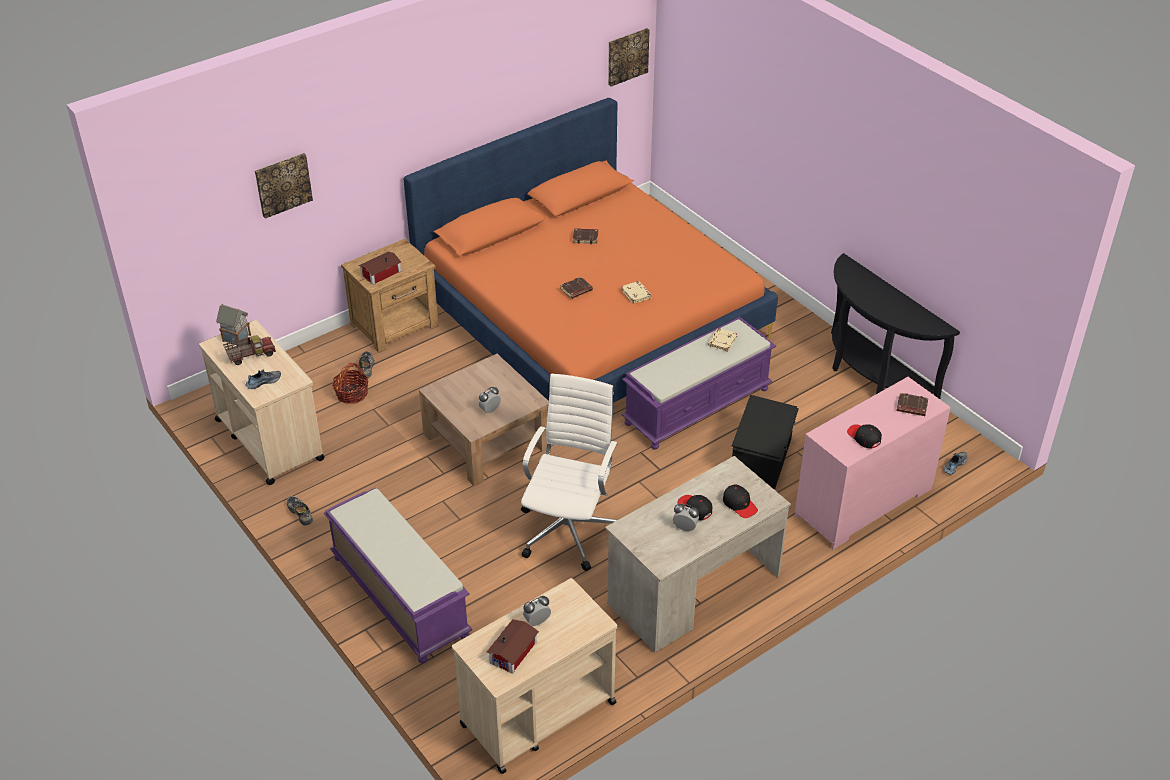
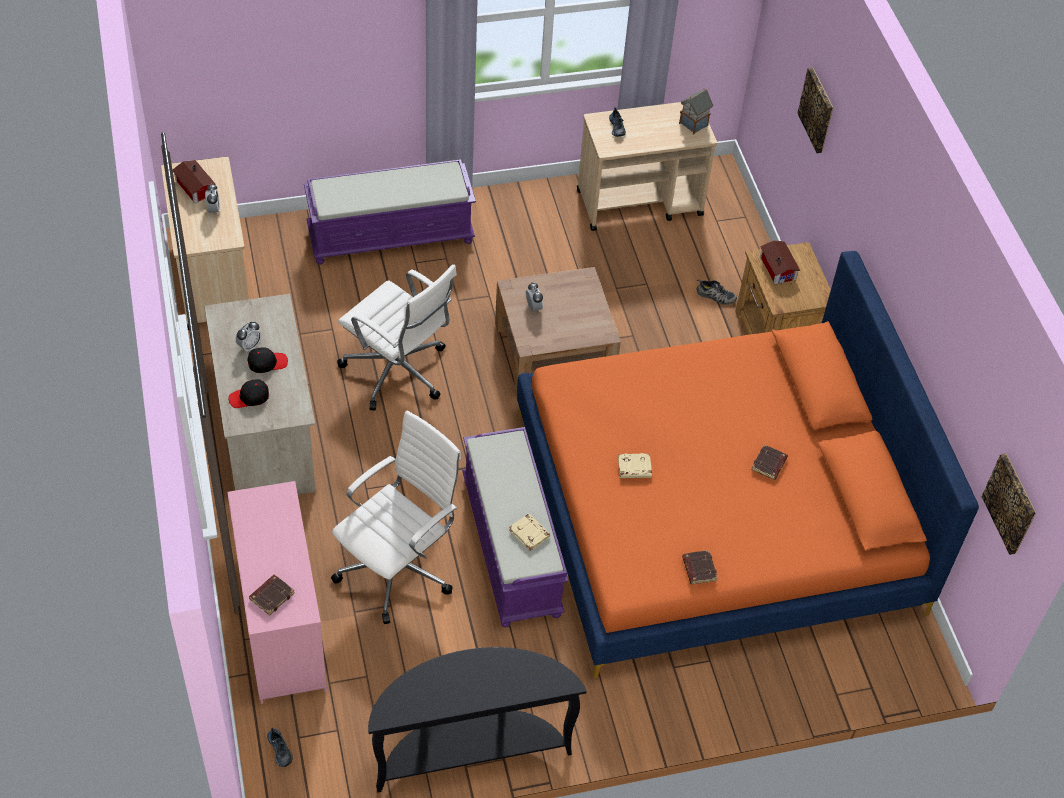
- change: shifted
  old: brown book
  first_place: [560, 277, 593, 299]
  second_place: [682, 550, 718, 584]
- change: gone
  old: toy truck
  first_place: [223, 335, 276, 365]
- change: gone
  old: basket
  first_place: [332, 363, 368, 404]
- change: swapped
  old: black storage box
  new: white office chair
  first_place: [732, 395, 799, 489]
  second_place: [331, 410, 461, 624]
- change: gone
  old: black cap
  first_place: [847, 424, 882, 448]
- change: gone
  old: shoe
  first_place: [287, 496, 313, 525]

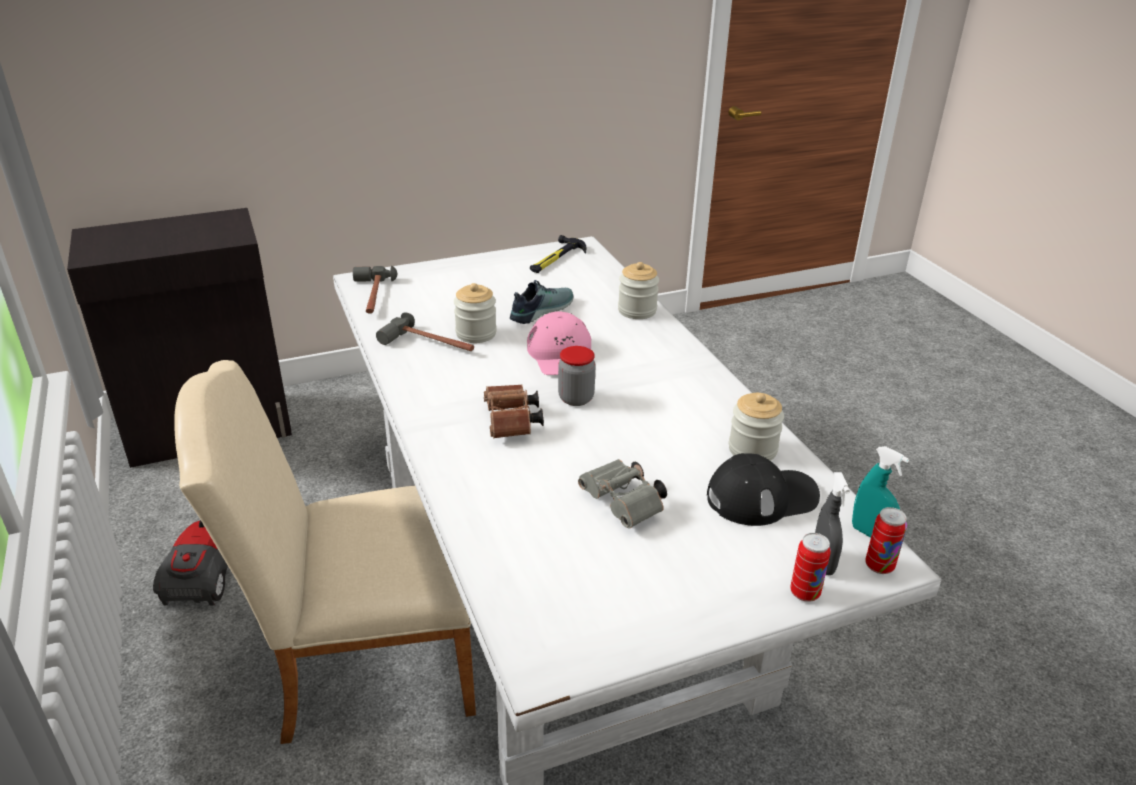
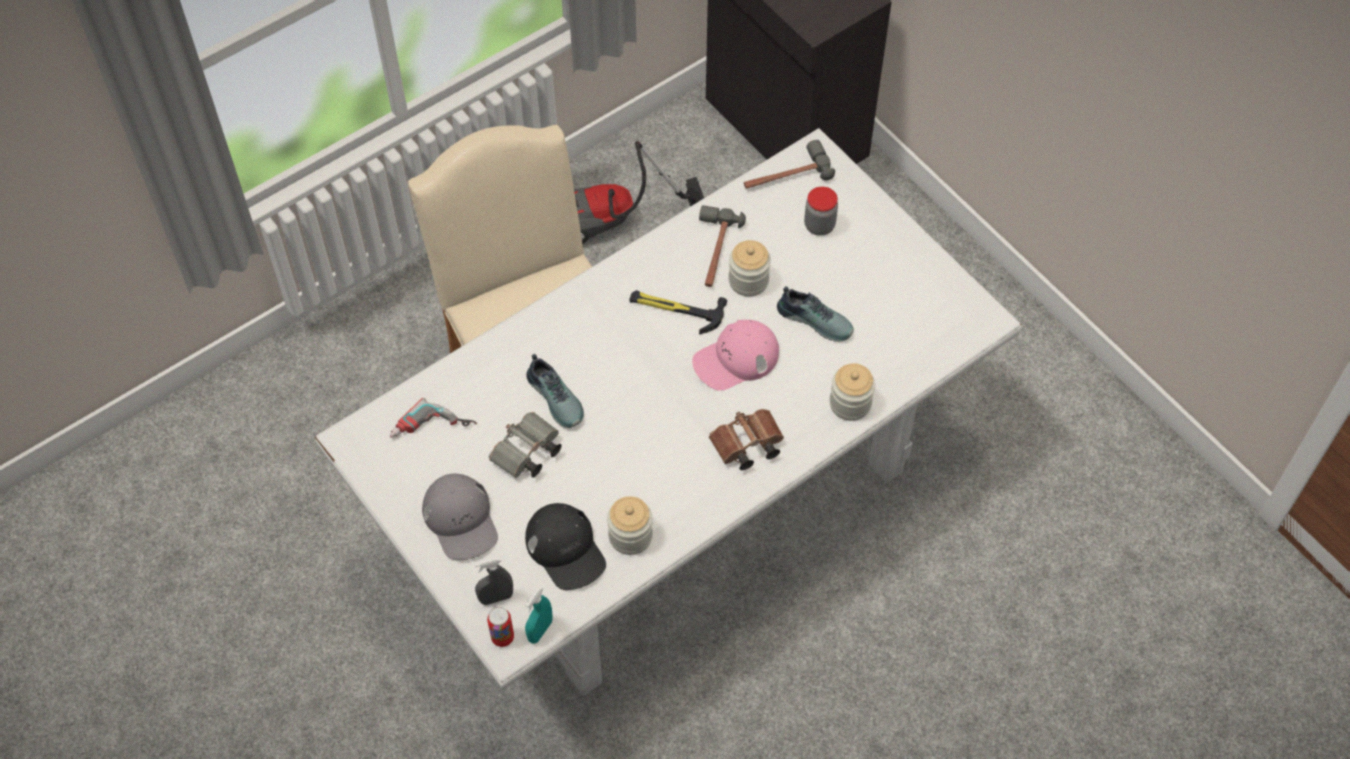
- change: shifted
  old: hammer
  first_place: [530, 235, 586, 273]
  second_place: [630, 290, 727, 334]
- change: shifted
  old: jar
  first_place: [558, 346, 596, 406]
  second_place: [804, 187, 838, 236]
- change: shifted
  old: brown binoculars
  first_place: [484, 384, 544, 438]
  second_place: [709, 409, 784, 470]
- change: gone
  old: can
  first_place: [790, 533, 831, 602]
- change: new
  new: shoe
  second_place: [527, 354, 584, 428]
- change: new
  new: power drill
  second_place: [390, 398, 477, 438]
- change: new
  new: grey cap
  second_place: [422, 474, 498, 560]

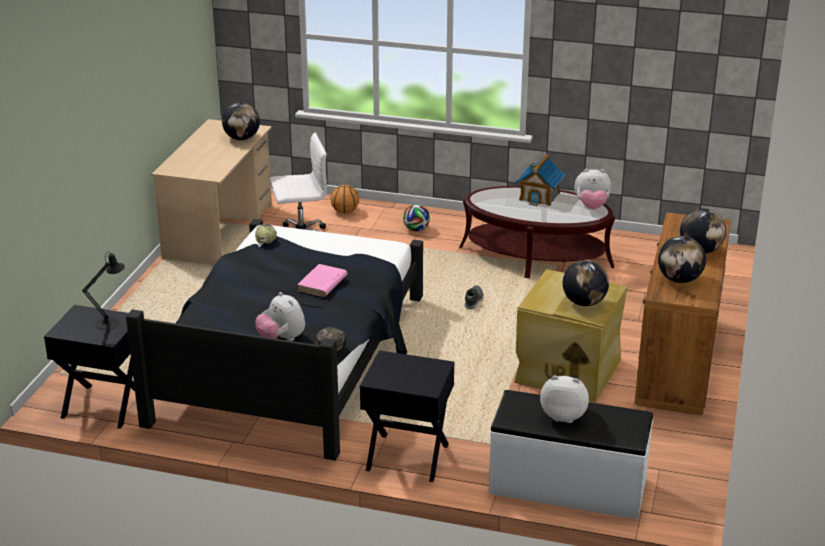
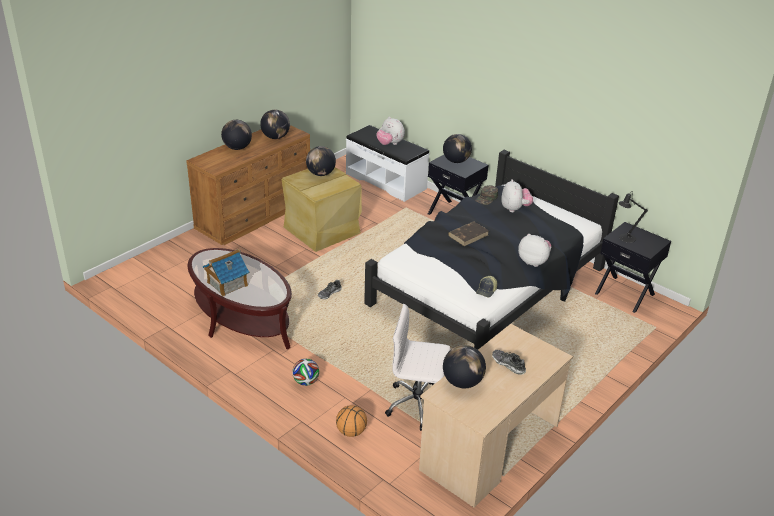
- change: shifted
  old: plush toy
  first_place: [574, 169, 611, 209]
  second_place: [518, 234, 551, 267]
- change: repainted
  old: pink book
  new: brown book
  first_place: [297, 264, 348, 297]
  second_place: [448, 221, 489, 246]
- change: new
  new: globe
  second_place: [443, 134, 472, 163]
- change: new
  new: shoe
  second_place: [492, 350, 526, 375]

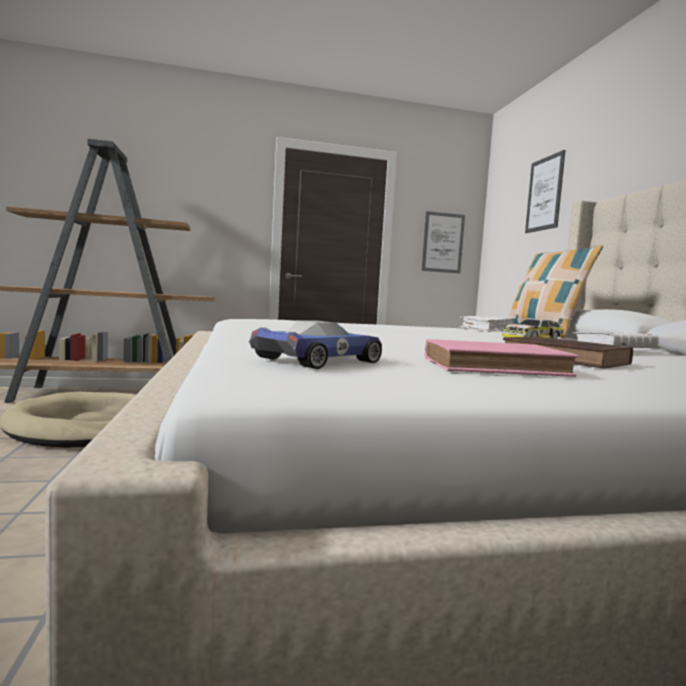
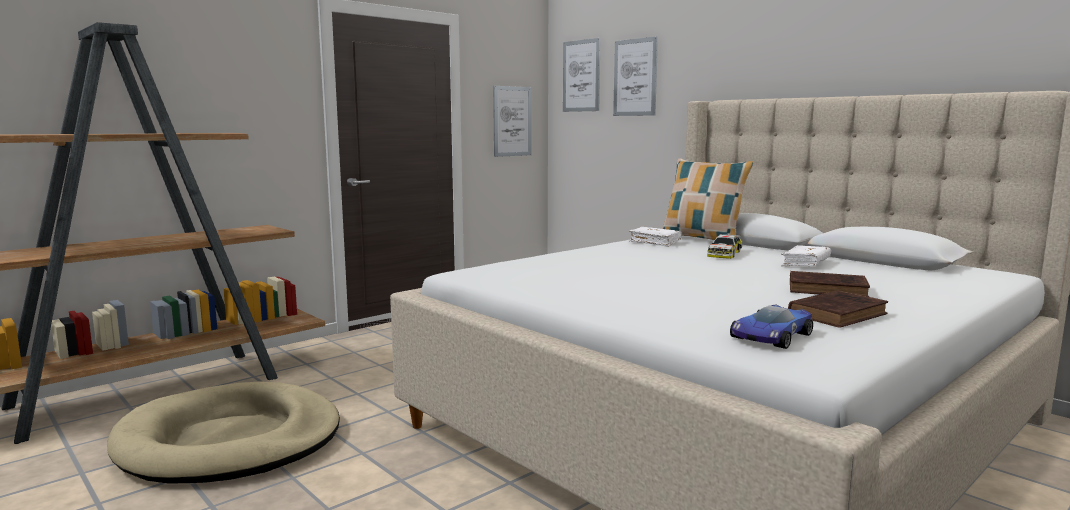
- change: rotated
  old: toy car
  first_place: [249, 320, 382, 369]
  second_place: [730, 304, 813, 349]
  degrees: -150
- change: repainted
  old: pink book
  new: brown book
  first_place: [425, 339, 578, 377]
  second_place: [788, 290, 888, 328]
- change: new
  new: picture
  second_place: [563, 38, 600, 112]

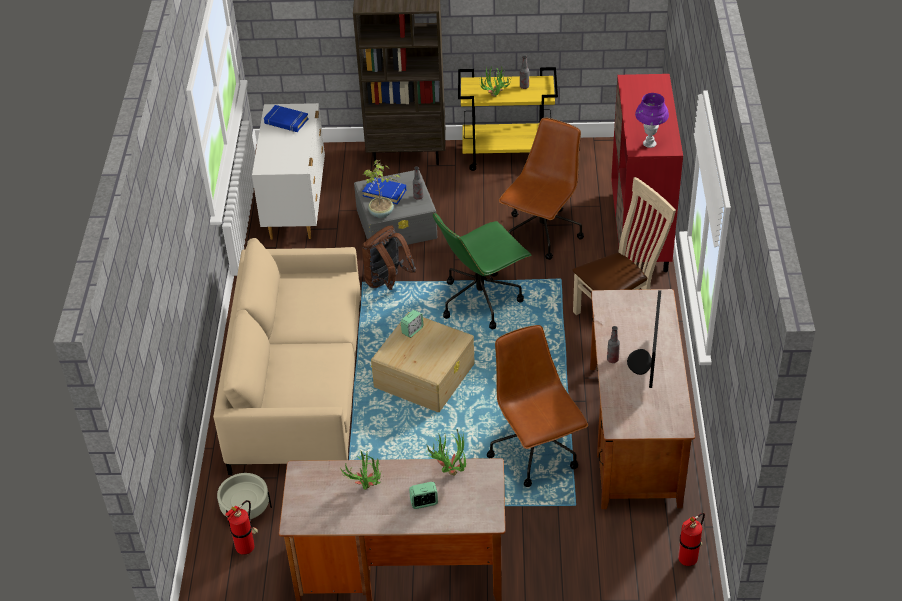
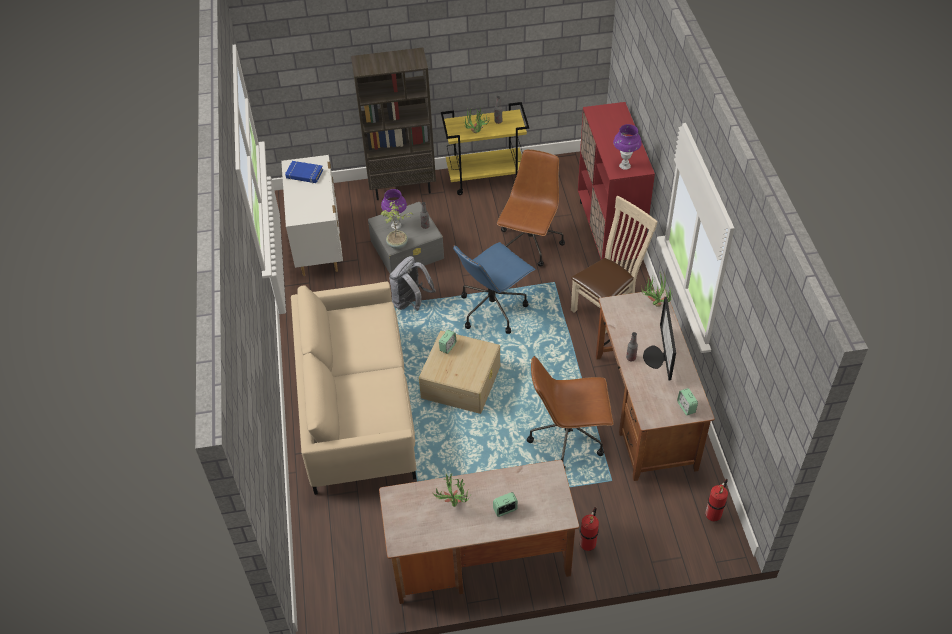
- change: swapped
  old: blue book
  new: purple table lamp
  first_place: [362, 177, 406, 204]
  second_place: [381, 189, 407, 229]
- change: repainted
  old: green office chair
  new: blue office chair
  first_place: [433, 212, 531, 329]
  second_place: [453, 242, 535, 334]
- change: repainted
  old: brown backpack
  new: grey backpack
  first_place: [362, 226, 416, 290]
  second_place: [389, 256, 436, 311]
- change: rotated
  old: brown office chair
  first_place: [487, 325, 588, 487]
  second_place: [527, 356, 614, 468]
  degrees: -60
- change: shifted
  old: potted plant
  first_place: [425, 429, 466, 475]
  second_place: [641, 271, 672, 307]
- change: gone
  old: beige planter
  first_place: [217, 473, 272, 526]
- change: shifted
  old: fire extinguisher
  first_place: [225, 500, 258, 555]
  second_place: [580, 507, 599, 551]
- change: new
  new: alarm clock
  second_place: [677, 388, 698, 415]

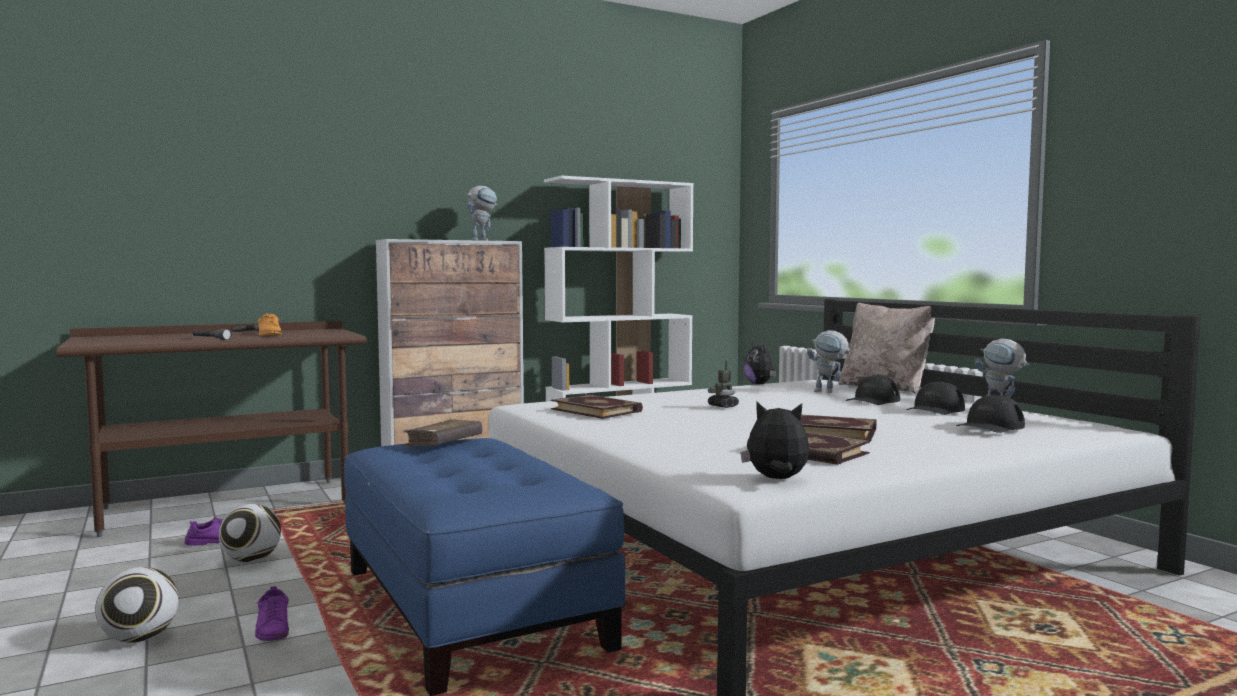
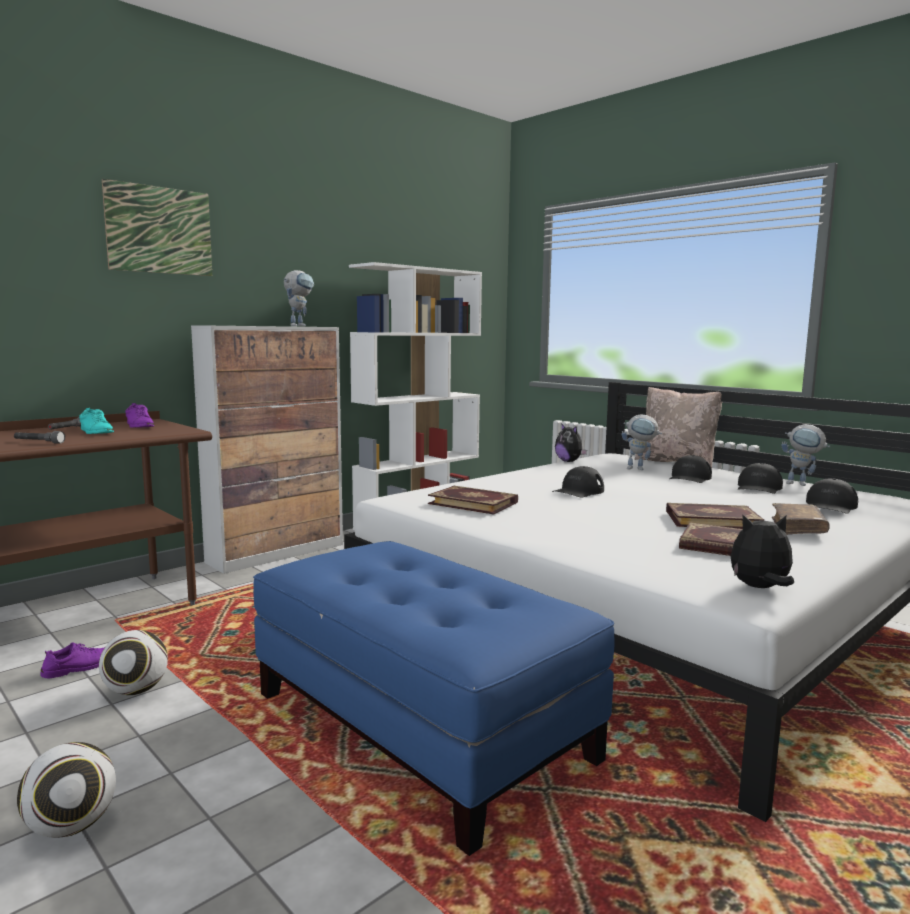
- change: repainted
  old: orange shoe
  new: turquoise shoe
  first_place: [258, 313, 282, 335]
  second_place: [79, 408, 114, 434]
- change: swapped
  old: toy robot
  new: black cap
  first_place: [708, 361, 739, 408]
  second_place: [552, 466, 604, 497]
- change: shifted
  old: brown book
  first_place: [403, 419, 482, 447]
  second_place: [772, 503, 830, 535]
- change: shifted
  old: purple shoe
  first_place: [255, 586, 289, 641]
  second_place: [125, 403, 154, 428]
- change: new
  new: picture
  second_place: [102, 179, 212, 276]

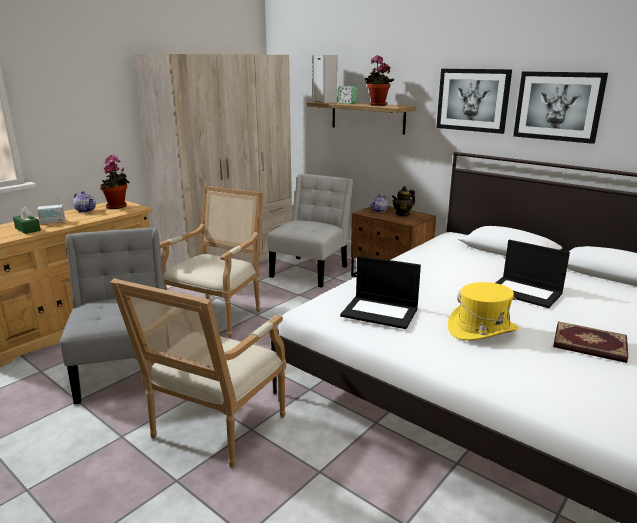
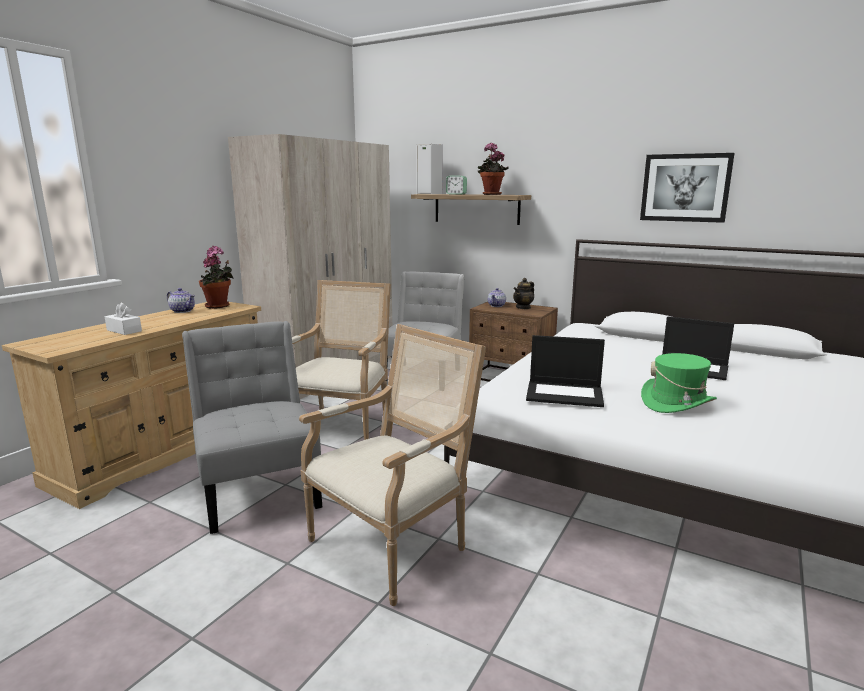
- change: gone
  old: picture
  first_place: [436, 69, 512, 134]
- change: gone
  old: radio
  first_place: [37, 194, 65, 225]
- change: repainted
  old: green tissue box
  new: white tissue box
  first_place: [13, 207, 41, 234]
  second_place: [105, 303, 142, 335]
- change: rotated
  old: armchair
  first_place: [110, 278, 286, 468]
  second_place: [299, 324, 486, 606]
  degrees: -150
- change: repainted
  old: yellow hat
  new: green hat
  first_place: [448, 282, 519, 340]
  second_place: [641, 353, 717, 413]
- change: gone
  old: book
  first_place: [553, 321, 628, 363]

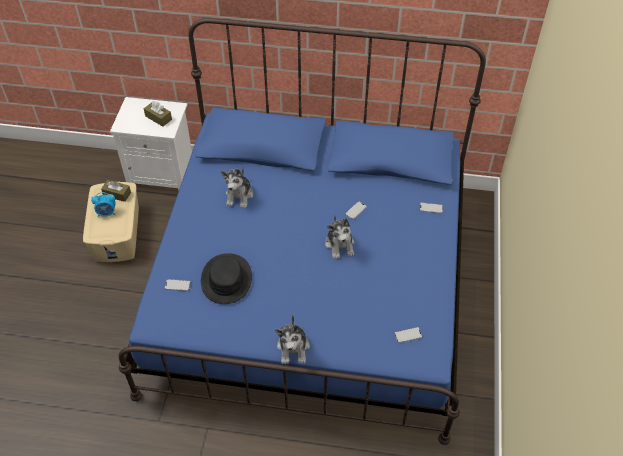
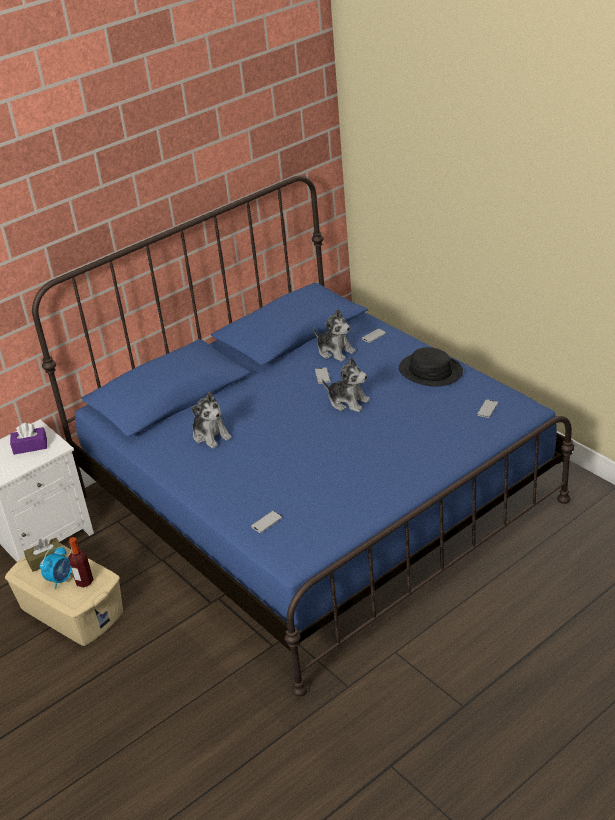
- change: repainted
  old: brown tissue box
  new: purple tissue box
  first_place: [144, 101, 172, 127]
  second_place: [10, 423, 47, 455]
- change: shifted
  old: black hat
  first_place: [201, 253, 252, 304]
  second_place: [399, 347, 463, 386]
- change: shifted
  old: plush toy
  first_place: [275, 314, 310, 364]
  second_place: [314, 309, 356, 362]
- change: new
  new: bottle
  second_place: [68, 537, 93, 588]

